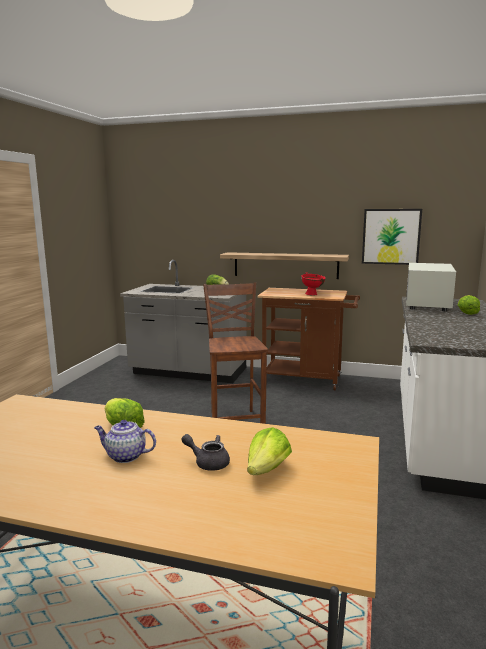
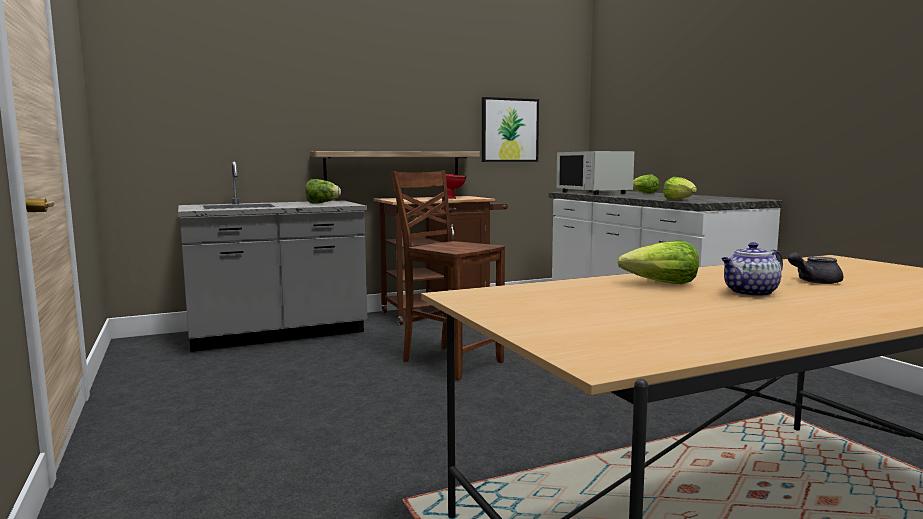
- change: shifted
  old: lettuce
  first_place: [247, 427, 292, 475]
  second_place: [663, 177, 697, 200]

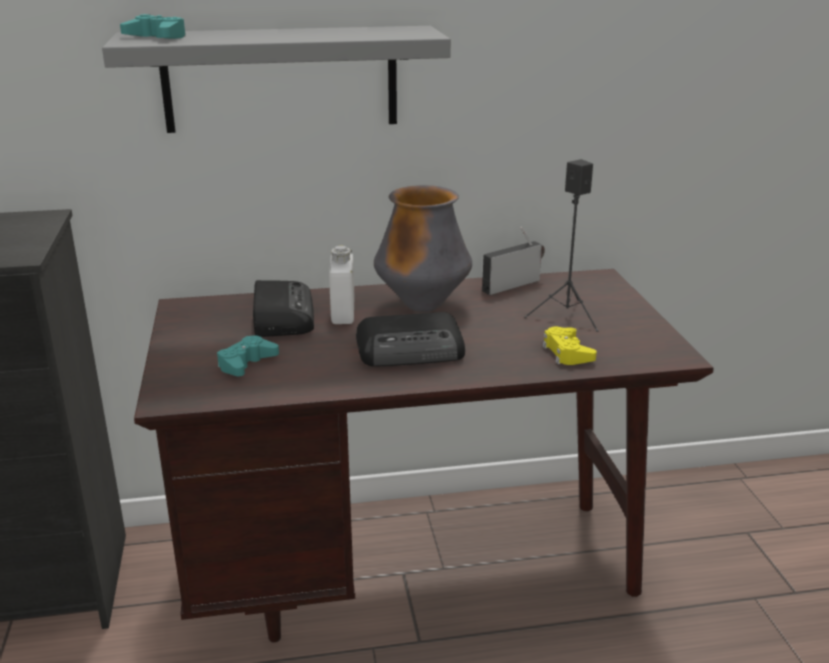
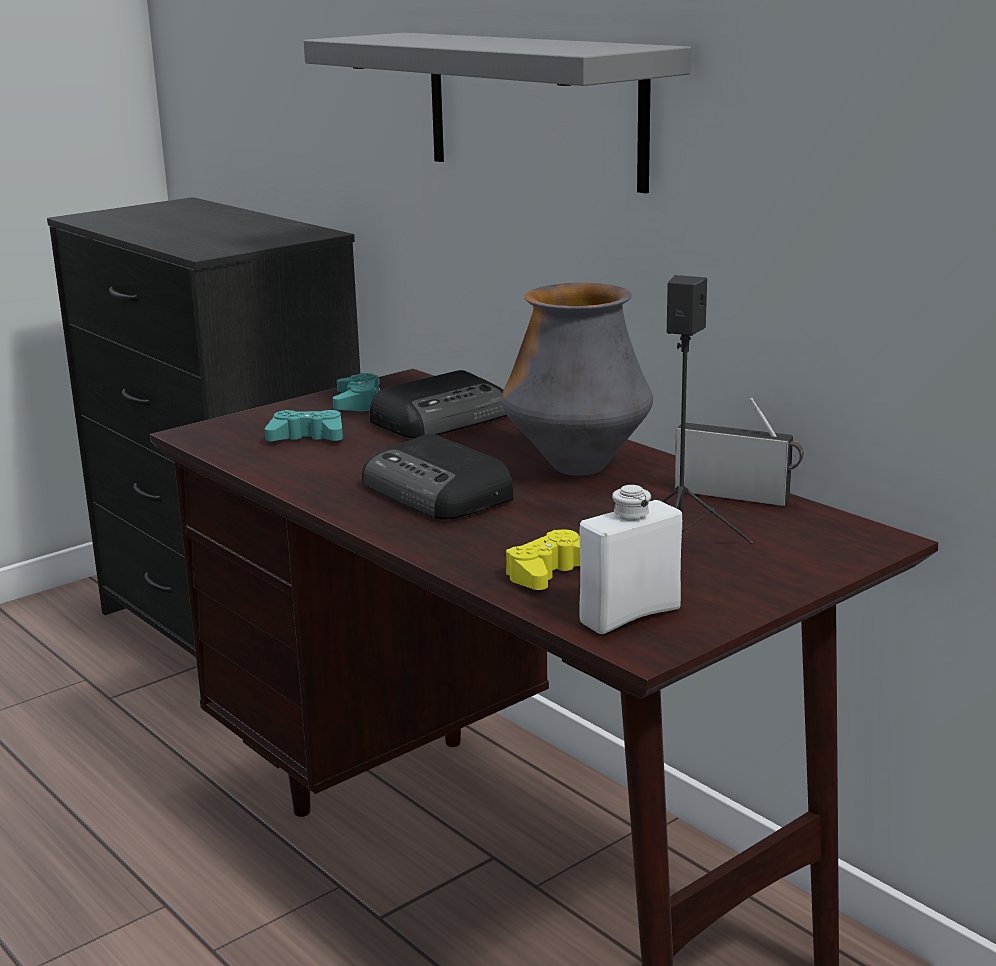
- change: shifted
  old: turquoise game controller
  first_place: [120, 14, 186, 39]
  second_place: [333, 373, 381, 411]
- change: shifted
  old: white bottle
  first_place: [329, 246, 355, 324]
  second_place: [579, 485, 682, 634]

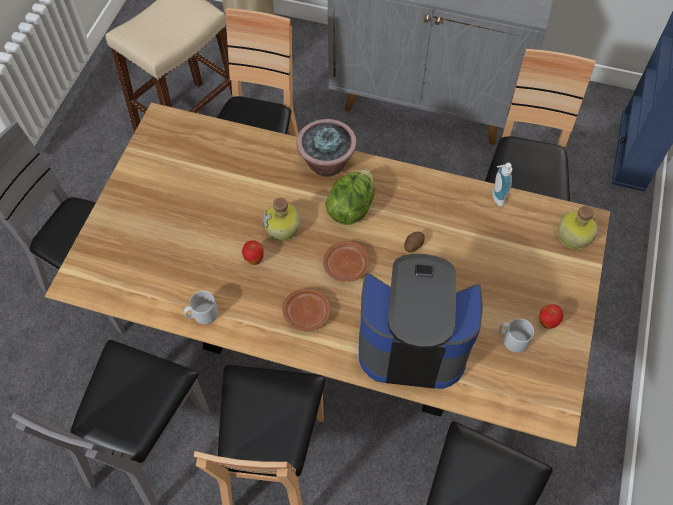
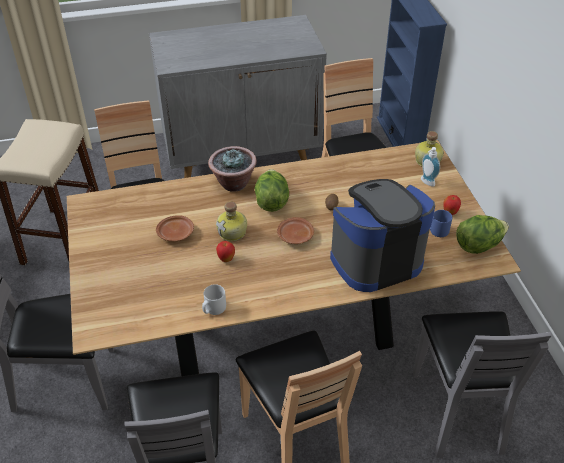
- change: shifted
  old: soap dispenser
  first_place: [492, 163, 512, 206]
  second_place: [421, 147, 440, 187]
- change: shifted
  old: brown plate
  first_place: [282, 288, 331, 331]
  second_place: [156, 215, 194, 241]
- change: repainted
  old: grey mug
  new: blue mug
  first_place: [499, 319, 534, 353]
  second_place: [430, 210, 452, 237]
- change: new
  new: lettuce
  second_place: [456, 215, 509, 254]

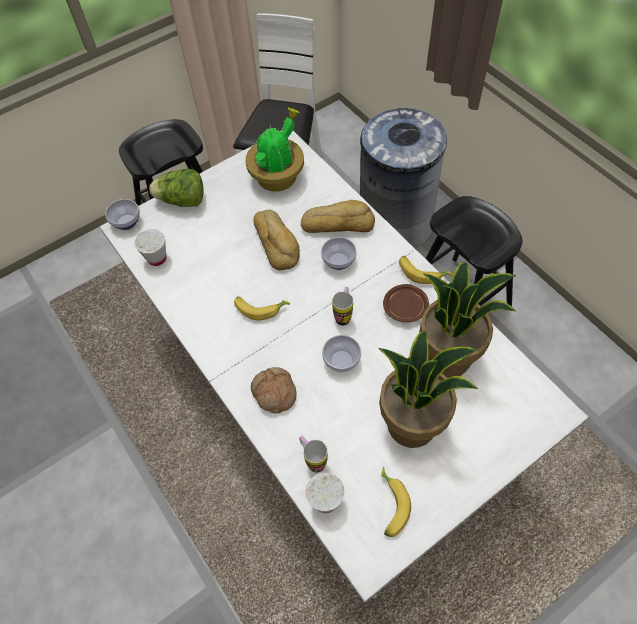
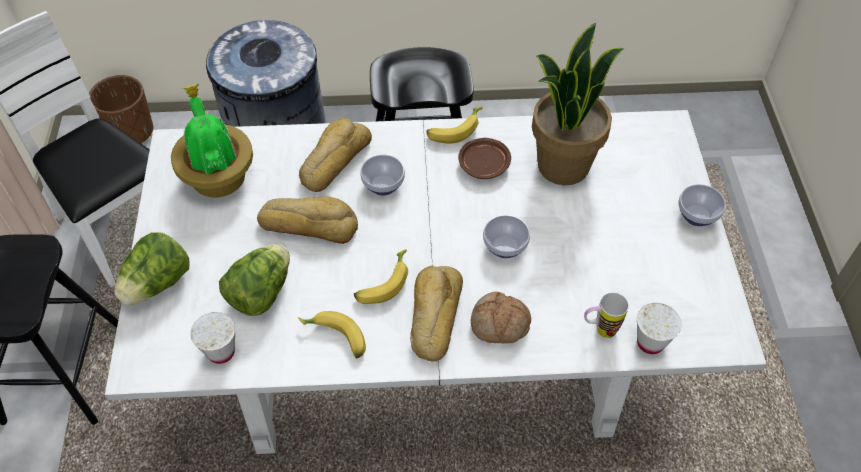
- change: shifted
  old: bowl
  first_place: [105, 199, 140, 230]
  second_place: [678, 184, 726, 226]
- change: gone
  old: mug
  first_place: [332, 287, 353, 326]
- change: gone
  old: potted plant
  first_place: [379, 331, 478, 448]
- change: shifted
  old: banana
  first_place: [381, 467, 411, 537]
  second_place: [298, 311, 366, 359]
- change: new
  new: brown planter
  second_place: [89, 75, 154, 143]
- change: new
  new: lettuce
  second_place: [219, 244, 290, 316]
- change: new
  new: bread
  second_place: [410, 266, 463, 362]

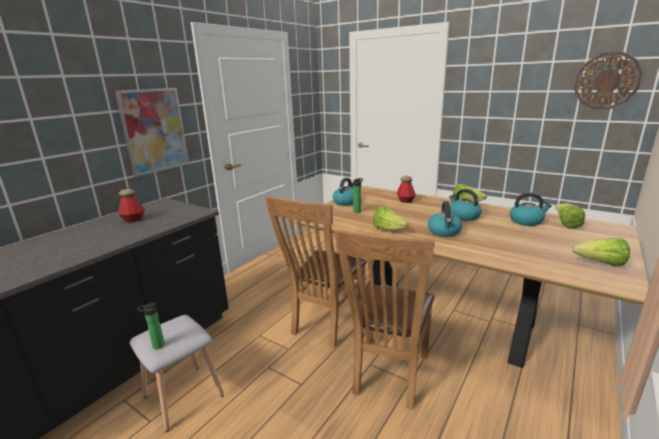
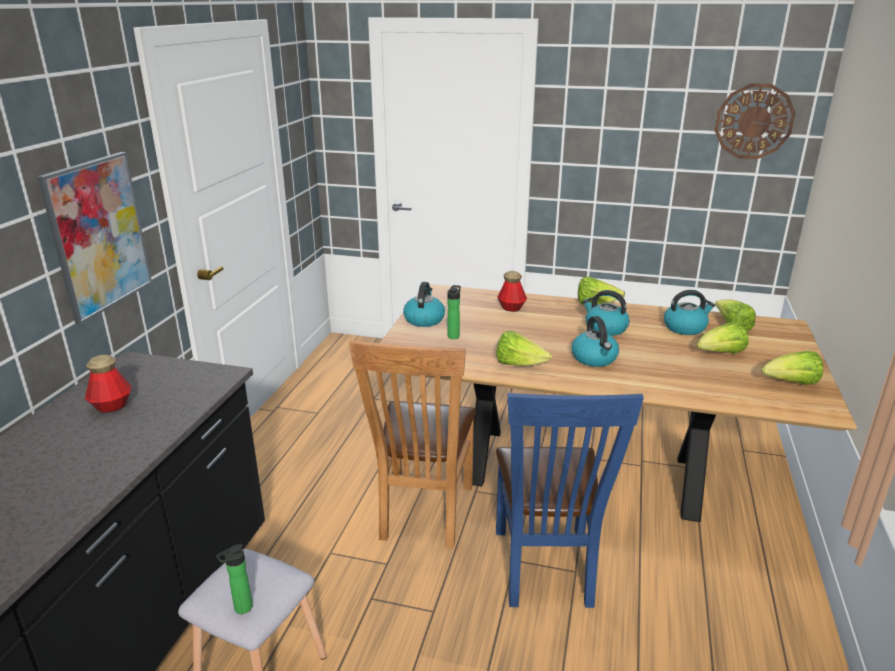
- change: repainted
  old: brown chair
  new: blue chair
  first_place: [334, 229, 435, 409]
  second_place: [496, 393, 644, 608]
- change: new
  new: lettuce
  second_place: [697, 322, 749, 354]

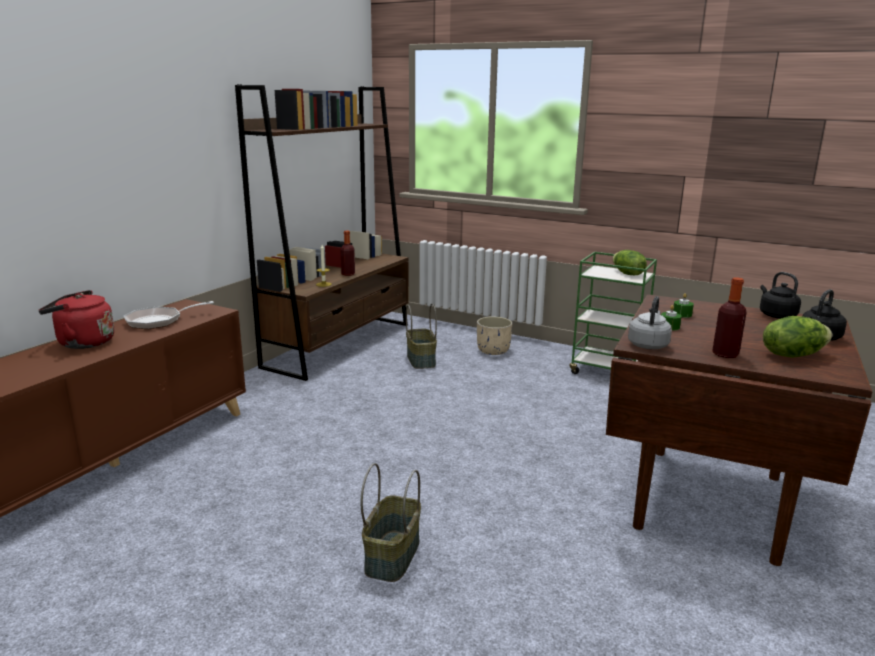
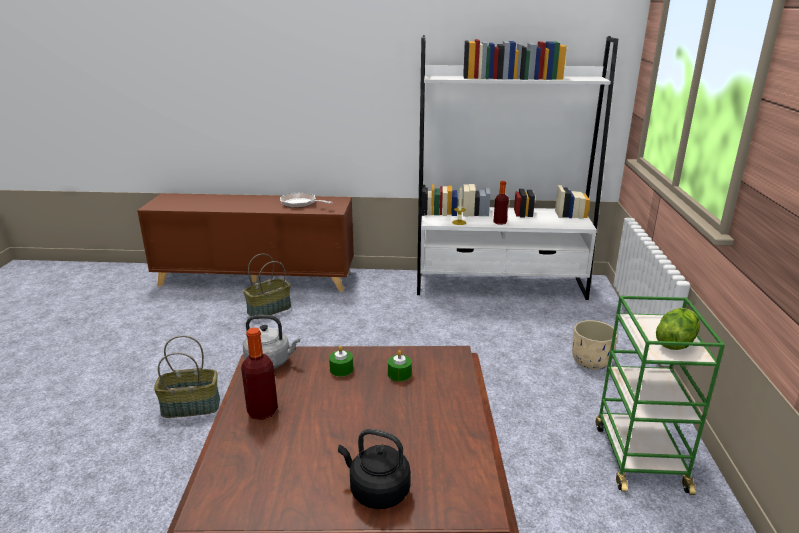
- change: repainted
  old: brown bookcase
  new: white bookcase
  first_place: [235, 84, 409, 381]
  second_place: [417, 35, 618, 300]
- change: gone
  old: black kettle
  first_place: [760, 272, 801, 319]
- change: gone
  old: red kettle
  first_place: [39, 290, 114, 349]
- change: shifted
  old: basket
  first_place: [406, 303, 437, 369]
  second_place: [243, 254, 291, 319]
- change: gone
  old: lettuce
  first_place: [763, 316, 832, 358]

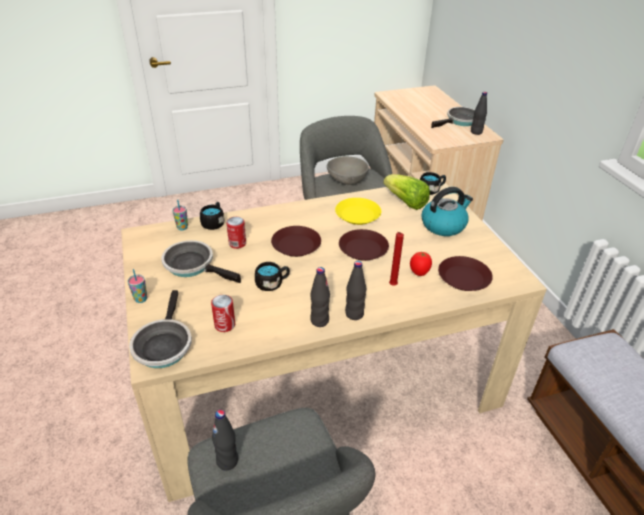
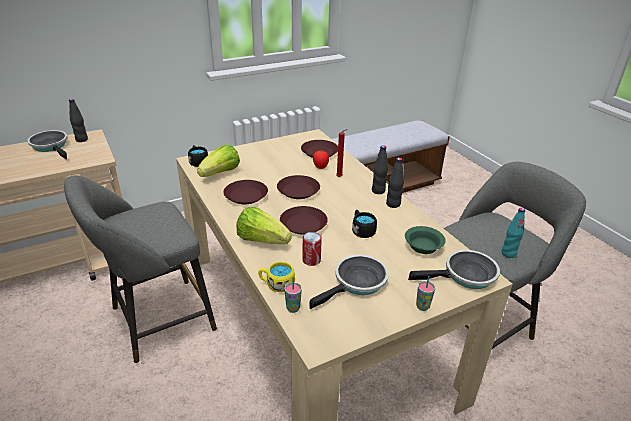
- change: gone
  old: grey bowl
  first_place: [327, 156, 369, 185]
- change: gone
  old: kettle
  first_place: [421, 187, 473, 236]
- change: repainted
  old: yellow plate
  new: brown plate
  first_place: [335, 198, 381, 225]
  second_place: [223, 180, 268, 204]
- change: repainted
  old: black mug
  new: yellow mug
  first_place: [200, 202, 224, 230]
  second_place: [258, 262, 295, 292]
- change: rotated
  old: frying pan
  first_place: [161, 240, 241, 283]
  second_place: [309, 255, 389, 309]
  degrees: -150
- change: swapped
  old: can
  new: green bowl
  first_place: [211, 295, 235, 332]
  second_place: [405, 226, 446, 254]
- change: repainted
  old: black bottle
  new: turquoise bottle
  first_place: [212, 410, 238, 471]
  second_place: [502, 208, 525, 258]
- change: new
  new: lettuce
  second_place: [237, 207, 292, 244]

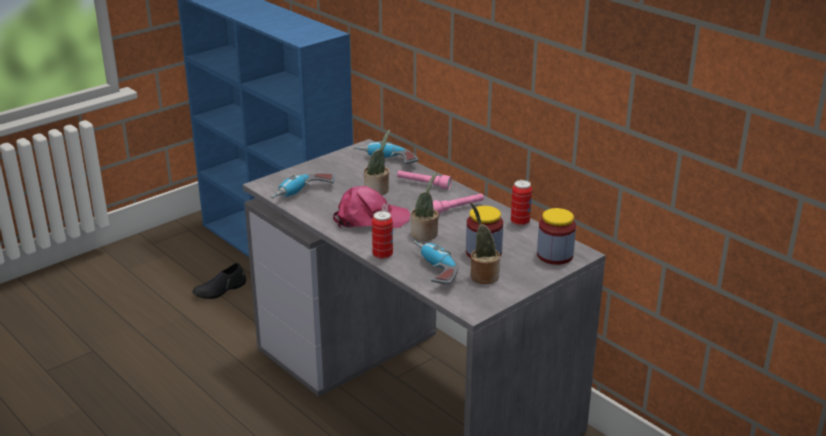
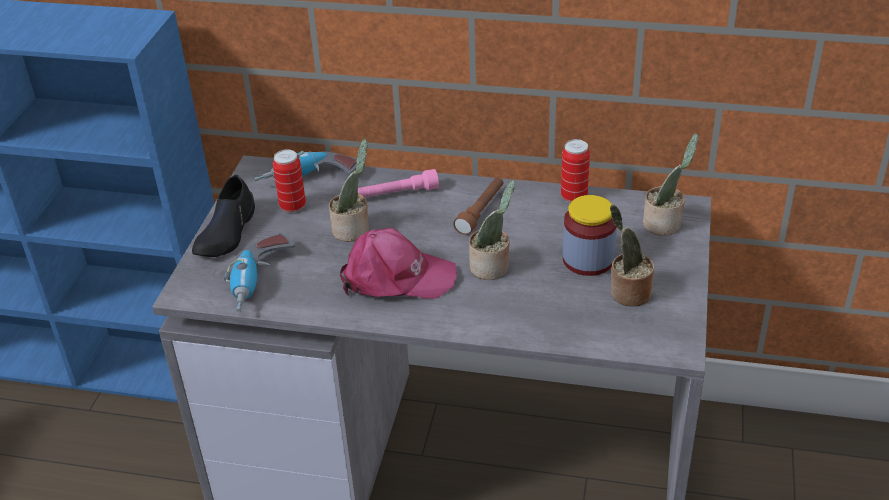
- change: rotated
  old: pink cap
  first_place: [333, 186, 411, 229]
  second_place: [340, 228, 457, 299]
  degrees: 45
- change: repainted
  old: pink flashlight
  new: brown flashlight
  first_place: [433, 193, 484, 214]
  second_place: [453, 177, 503, 235]
- change: swapped
  old: jar
  new: potted plant
  first_place: [537, 208, 576, 265]
  second_place: [643, 134, 698, 235]
- change: shifted
  old: can
  first_place: [372, 211, 393, 260]
  second_place: [273, 149, 306, 213]
- change: gone
  old: power drill
  first_place: [413, 241, 458, 284]
- change: shifted
  old: black shoe
  first_place: [192, 263, 246, 299]
  second_place: [192, 175, 255, 257]

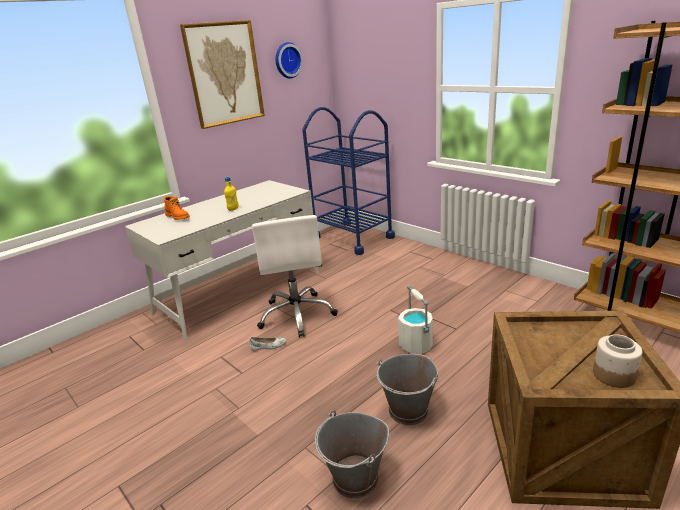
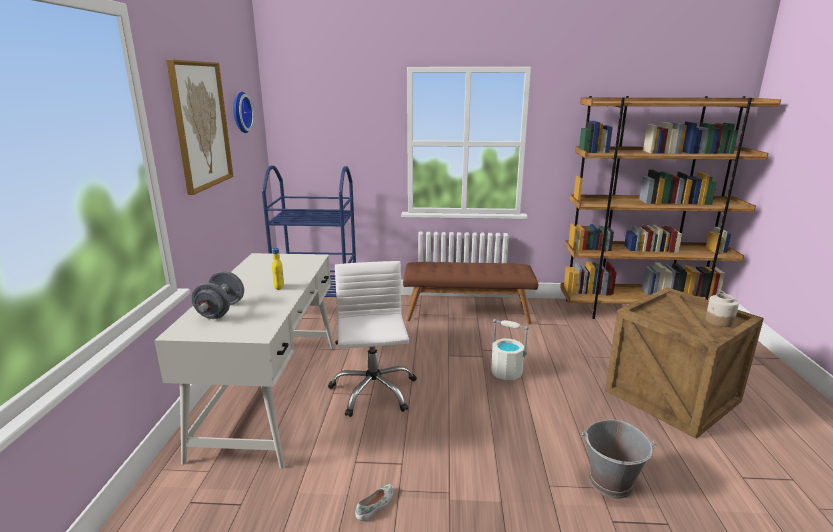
- change: swapped
  old: orange boot
  new: grey dumbbell
  first_place: [164, 196, 190, 220]
  second_place: [192, 271, 244, 319]
- change: rotated
  old: white office chair
  first_place: [252, 215, 338, 337]
  second_place: [328, 261, 417, 417]
  degrees: -135
- change: shifted
  old: white shoe
  first_place: [250, 337, 286, 351]
  second_place: [355, 484, 394, 521]
- change: gone
  old: grey bucket
  first_place: [376, 354, 439, 425]
- change: new
  new: brown bench
  second_place: [403, 262, 538, 324]

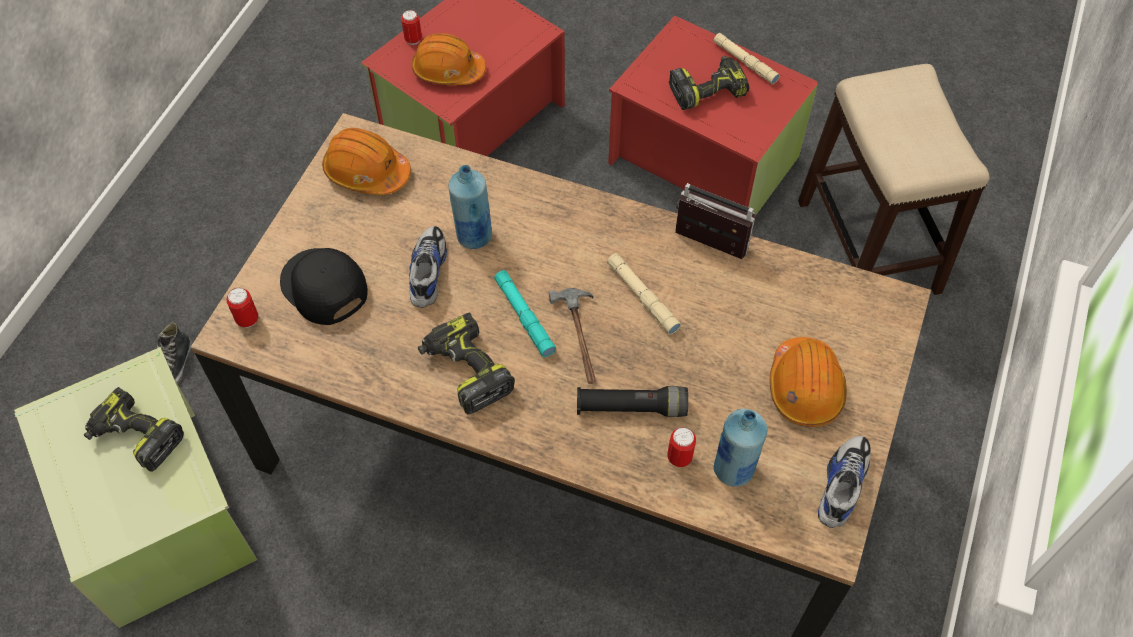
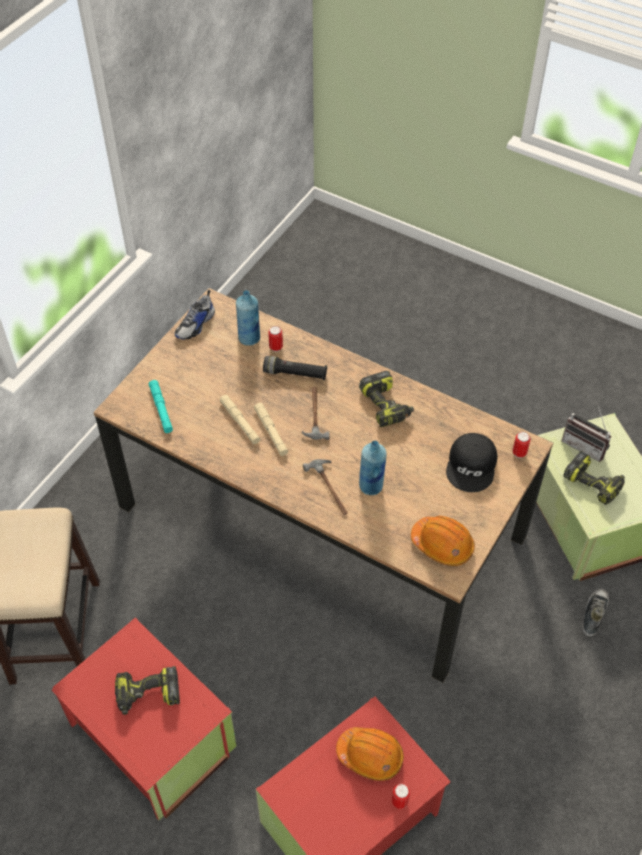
- change: shifted
  old: beige flashlight
  first_place: [714, 33, 780, 85]
  second_place: [220, 395, 260, 444]
- change: shifted
  old: radio
  first_place: [675, 183, 756, 259]
  second_place: [562, 403, 611, 462]
- change: gone
  old: shoe
  first_place: [409, 226, 447, 308]
- change: rotated
  old: black cap
  first_place: [280, 248, 368, 325]
  second_place: [446, 433, 498, 492]
  degrees: 45
- change: shifted
  old: turquoise flashlight
  first_place: [494, 270, 556, 357]
  second_place: [149, 380, 173, 433]
- change: gone
  old: orange hard hat
  first_place: [769, 337, 847, 427]
- change: new
  new: hammer
  second_place: [303, 459, 348, 515]

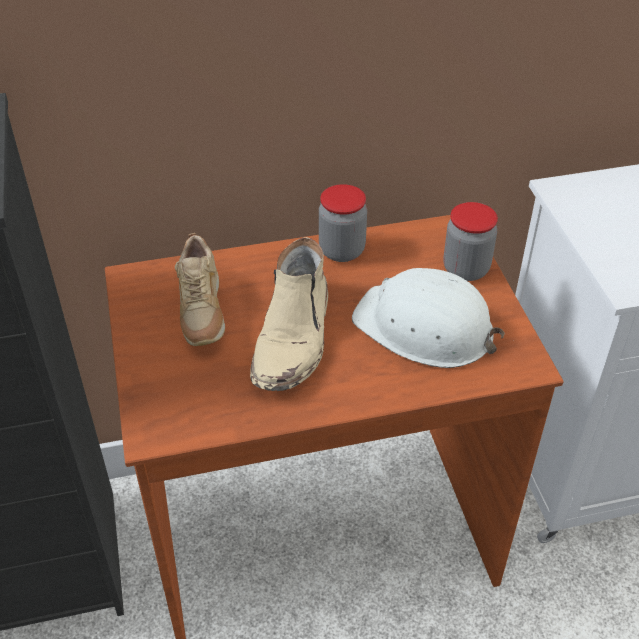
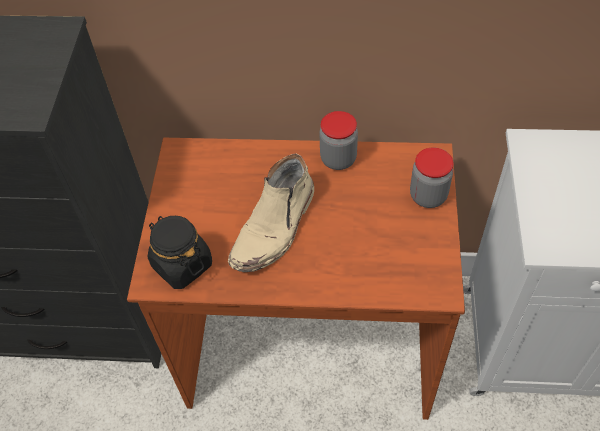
- change: gone
  old: beige shoe
  first_place: [175, 233, 225, 346]
- change: gone
  old: white hard hat
  first_place: [352, 268, 505, 368]
- change: new
  new: black jar
  second_place: [148, 216, 212, 289]

